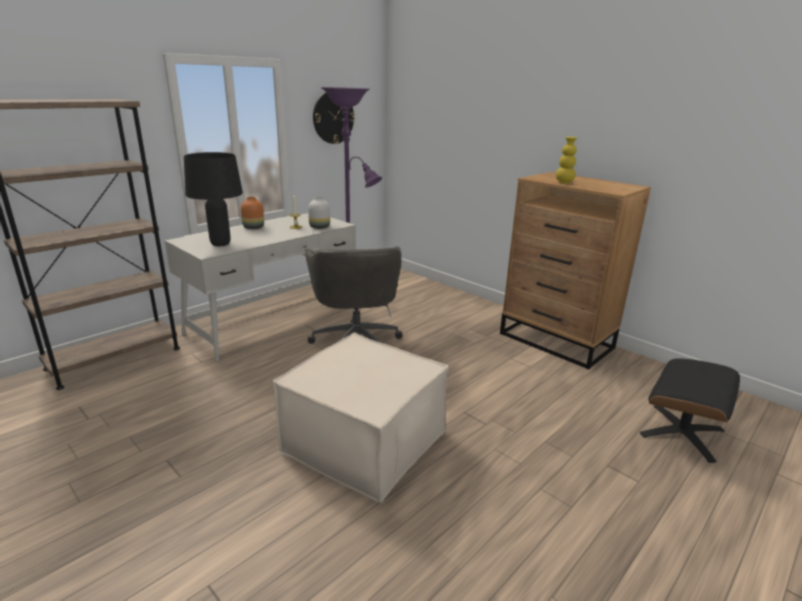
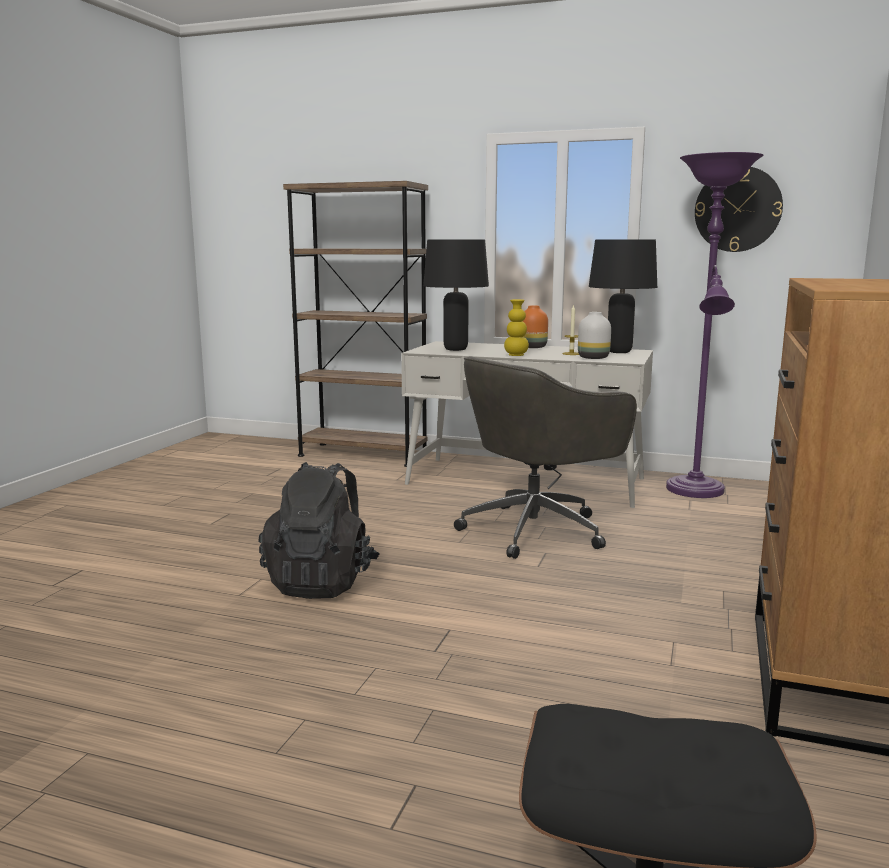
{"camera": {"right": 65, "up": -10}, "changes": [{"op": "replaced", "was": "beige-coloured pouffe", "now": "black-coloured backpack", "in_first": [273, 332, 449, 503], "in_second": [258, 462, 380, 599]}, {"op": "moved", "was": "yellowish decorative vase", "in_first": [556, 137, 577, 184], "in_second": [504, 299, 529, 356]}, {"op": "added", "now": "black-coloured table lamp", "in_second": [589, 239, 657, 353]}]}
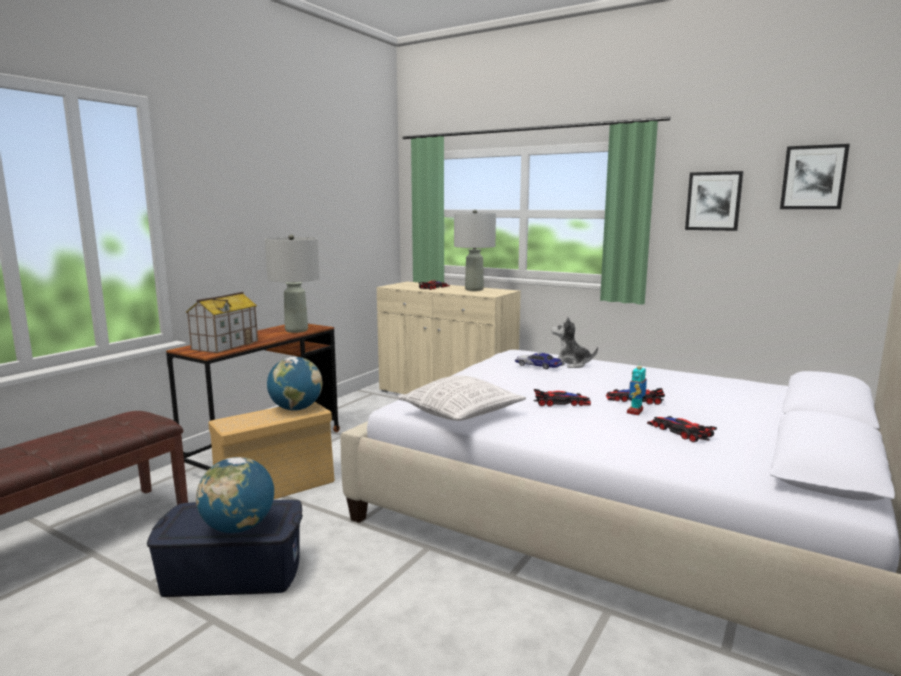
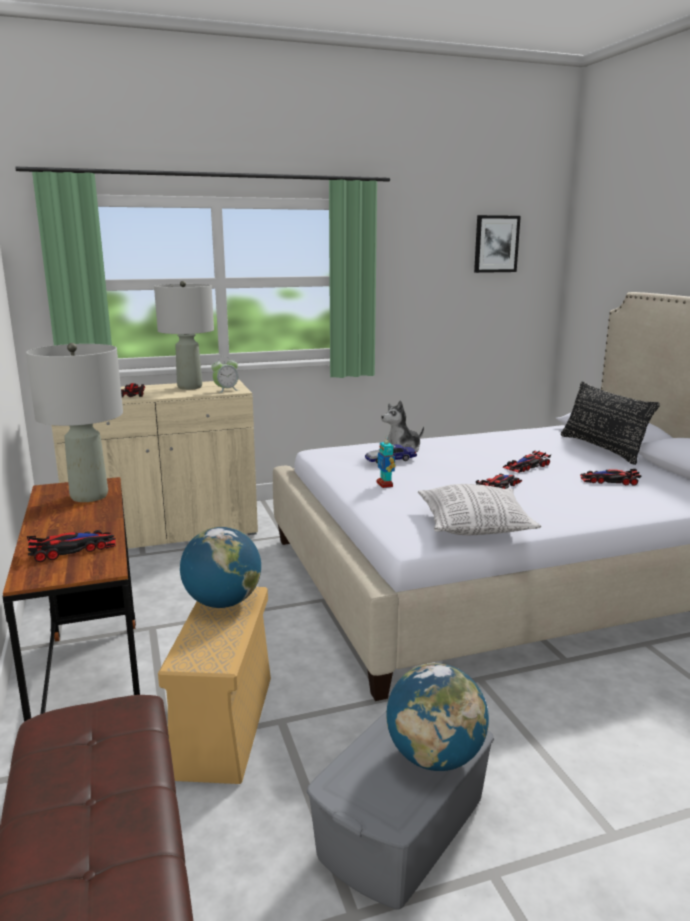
{"camera": {"right": -50, "up": 5}, "changes": [{"op": "replaced", "was": "model house", "now": "toy car", "in_first": [186, 292, 258, 353], "in_second": [27, 530, 116, 562]}, {"op": "added", "now": "table clock", "in_second": [211, 356, 238, 393]}, {"op": "recoloured", "was": "bluish storage box", "now": "grey storage box", "in_first": [147, 500, 303, 597], "in_second": [307, 711, 494, 909]}, {"op": "moved", "was": "robot figure", "in_first": [627, 361, 647, 415], "in_second": [377, 437, 396, 488]}, {"op": "added", "now": "black-coloured pillow", "in_second": [561, 382, 660, 465]}, {"op": "removed", "was": "wall art", "in_first": [685, 171, 743, 231]}]}
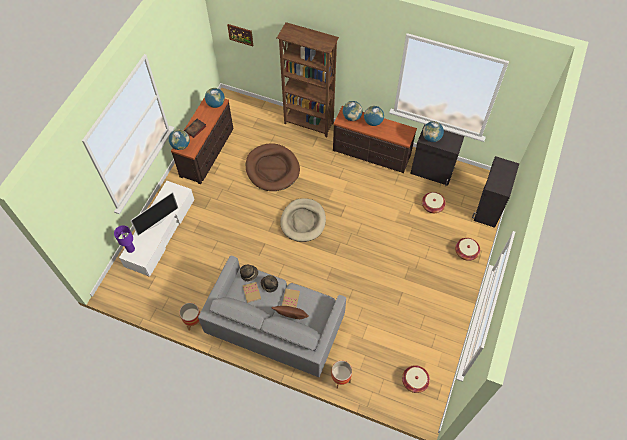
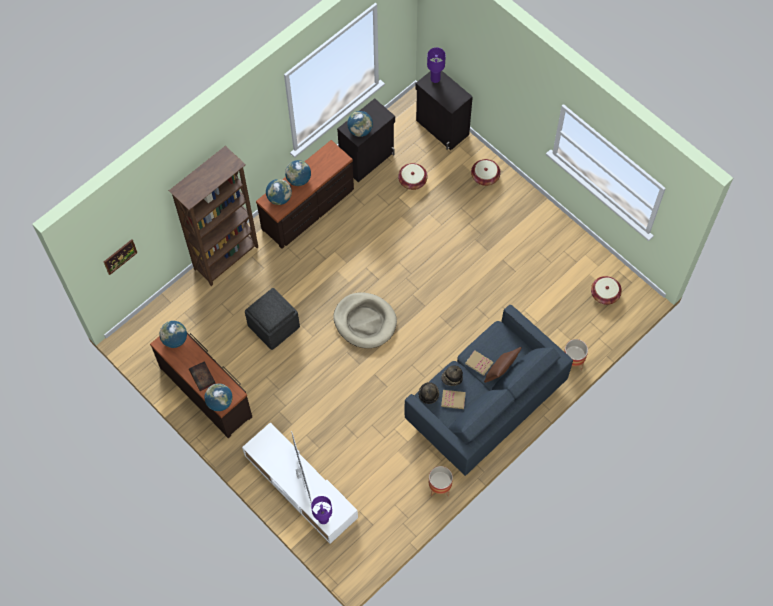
{"camera": {"right": -65, "up": 5}, "changes": [{"op": "replaced", "was": "brownish dog cushion", "now": "grey pouffe", "in_first": [246, 143, 300, 191], "in_second": [245, 288, 300, 350]}, {"op": "recoloured", "was": "grey couch", "now": "bluish couch", "in_first": [198, 256, 346, 377], "in_second": [404, 305, 573, 476]}, {"op": "added", "now": "purplish table lamp", "in_second": [427, 47, 446, 83]}]}
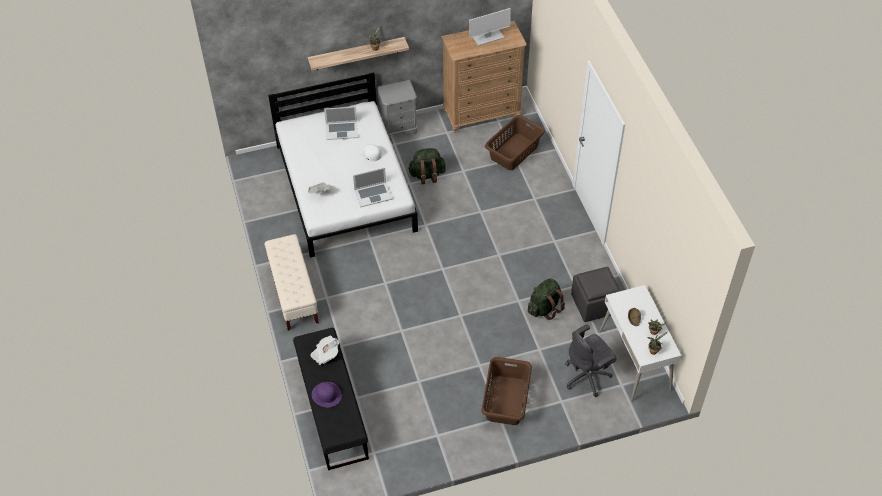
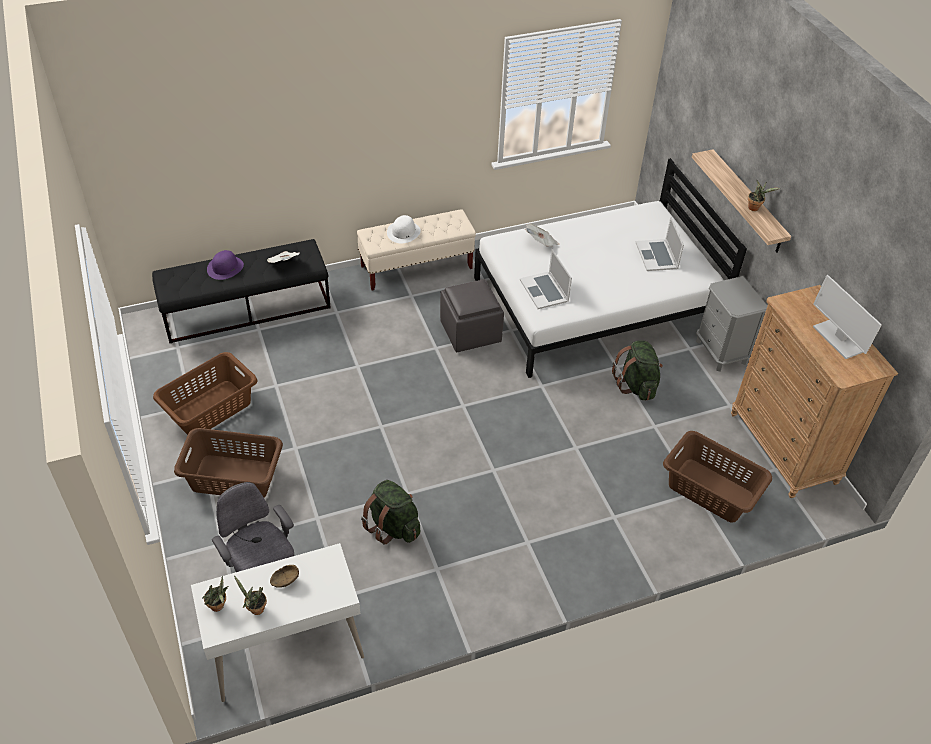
{"camera": {"right": 85, "up": -5}, "changes": [{"op": "added", "now": "brownish washing basket", "in_second": [153, 352, 257, 435]}, {"op": "moved", "was": "white-coloured clothing hat", "in_first": [360, 144, 386, 165], "in_second": [387, 215, 421, 243]}, {"op": "moved", "was": "grey pouffe", "in_first": [571, 267, 620, 322], "in_second": [440, 279, 504, 352]}]}
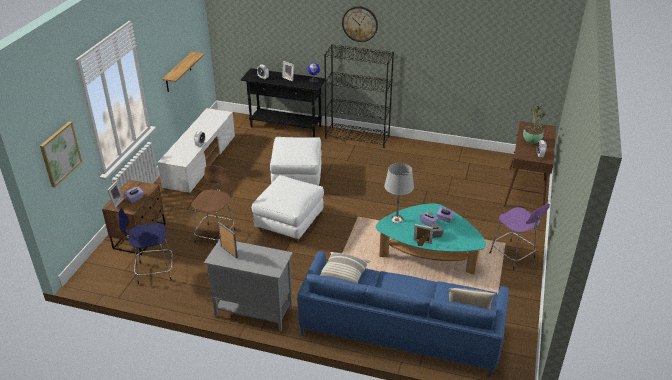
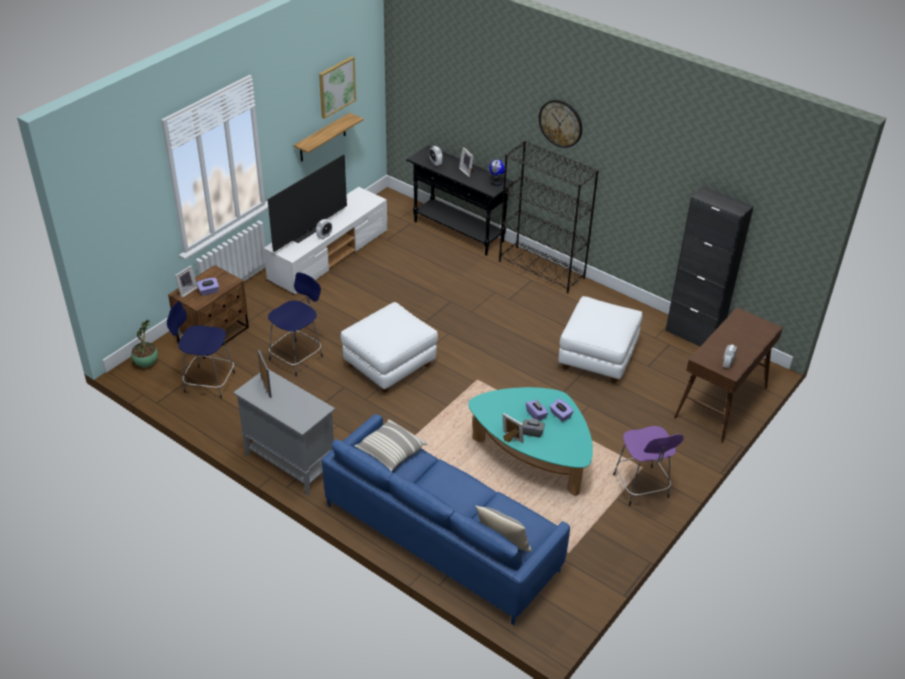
{"camera": {"right": 20, "up": 5}, "changes": [{"op": "moved", "was": "houseplant", "in_first": [523, 106, 545, 144], "in_second": [131, 320, 158, 367]}, {"op": "added", "now": "television", "in_second": [268, 154, 347, 252]}, {"op": "recoloured", "was": "brownish sitting stool", "now": "bluish sitting stool", "in_first": [191, 165, 236, 243], "in_second": [268, 272, 323, 377]}, {"op": "moved", "was": "wall art", "in_first": [40, 121, 82, 187], "in_second": [319, 56, 356, 119]}, {"op": "moved", "was": "white-coloured pouffe", "in_first": [270, 137, 321, 185], "in_second": [558, 296, 643, 383]}, {"op": "added", "now": "black-coloured cabinet", "in_second": [665, 186, 753, 347]}, {"op": "removed", "was": "grey table lamp", "in_first": [384, 163, 414, 223]}]}
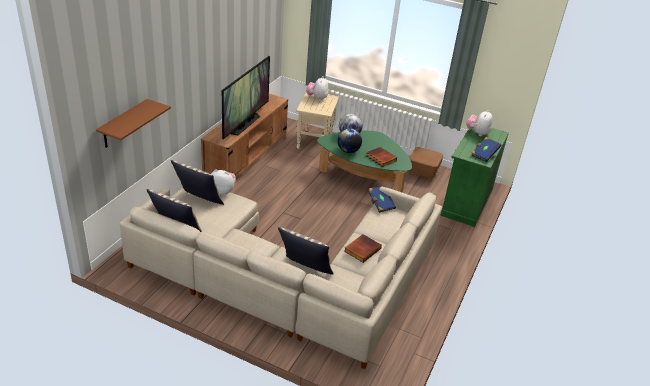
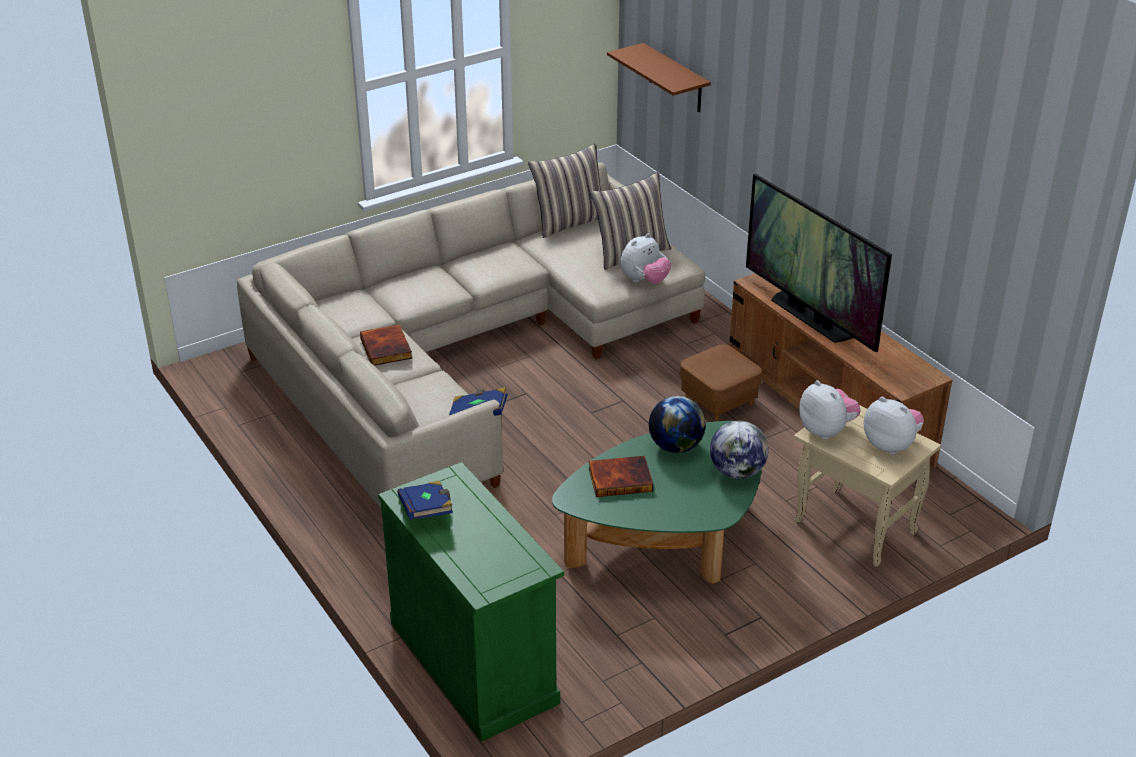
{"camera": {"right": 125, "up": 0}, "changes": [{"op": "moved", "was": "brownish pouffe", "in_first": [408, 147, 443, 181], "in_second": [680, 344, 762, 421]}, {"op": "moved", "was": "soft toy", "in_first": [466, 110, 493, 136], "in_second": [799, 380, 860, 440]}, {"op": "removed", "was": "pillow", "in_first": [278, 227, 334, 275]}]}
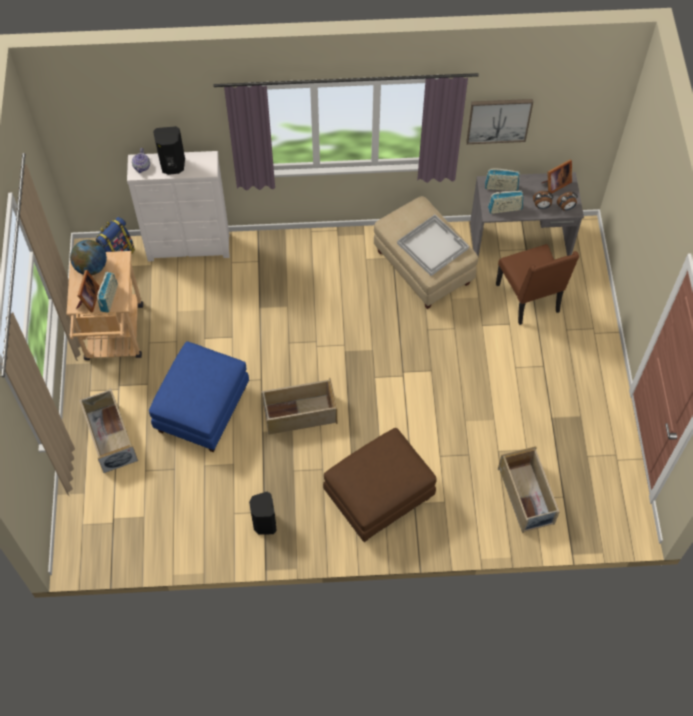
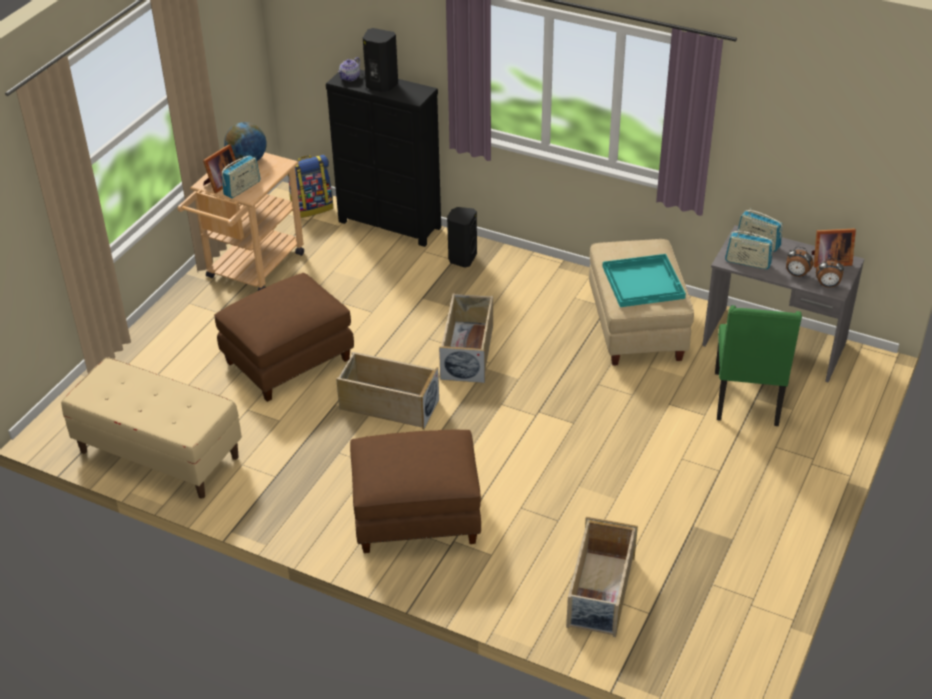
{"camera": {"right": 30, "up": -20}, "changes": [{"op": "added", "now": "beige-coloured bench", "in_second": [61, 357, 242, 499]}, {"op": "recoloured", "was": "bluish pouffe", "now": "brownish pouffe", "in_first": [149, 341, 249, 452], "in_second": [214, 273, 354, 402]}, {"op": "recoloured", "was": "white-coloured chest of drawers", "now": "black-coloured chest of drawers", "in_first": [127, 151, 230, 262], "in_second": [326, 70, 441, 247]}, {"op": "moved", "was": "beige-coloured storage box", "in_first": [79, 388, 138, 473], "in_second": [439, 293, 493, 383]}, {"op": "moved", "was": "black-coloured speaker", "in_first": [249, 492, 277, 535], "in_second": [447, 207, 477, 268]}, {"op": "recoloured", "was": "white-coloured carrying tray", "now": "blue-green carrying tray", "in_first": [397, 215, 469, 276], "in_second": [602, 254, 686, 307]}, {"op": "recoloured", "was": "brownish plain chair", "now": "green-coloured plain chair", "in_first": [496, 244, 579, 325], "in_second": [715, 305, 802, 426]}, {"op": "removed", "was": "wall art", "in_first": [466, 99, 533, 144]}]}
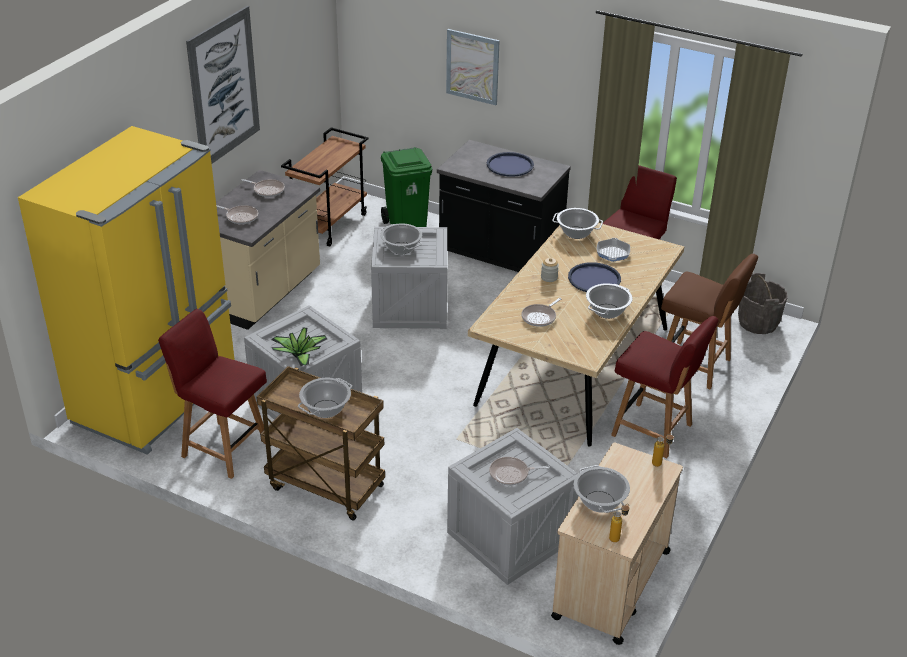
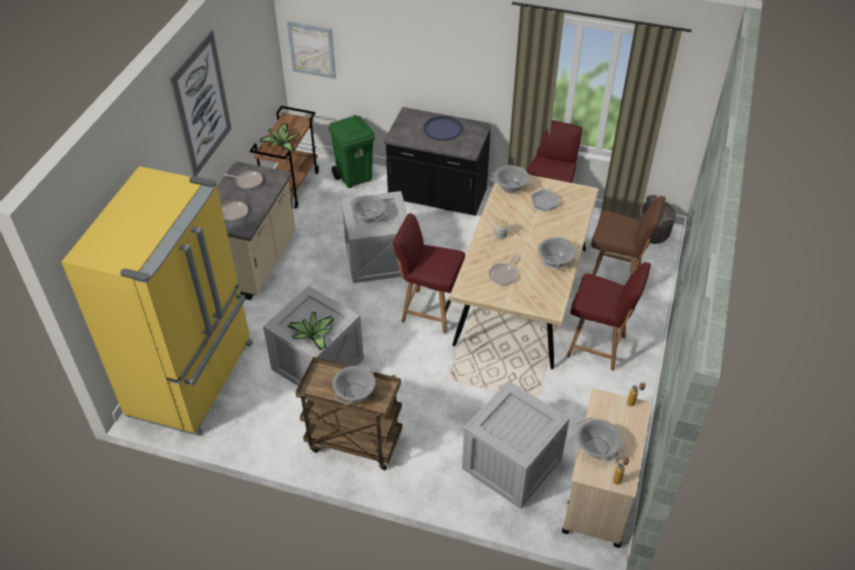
{"camera": {"right": -10, "up": 10}, "changes": [{"op": "added", "now": "houseplant", "in_second": [260, 124, 300, 152]}, {"op": "moved", "was": "wall art", "in_first": [446, 29, 500, 105], "in_second": [287, 21, 336, 79]}, {"op": "moved", "was": "reddish plain chair", "in_first": [158, 309, 267, 479], "in_second": [393, 213, 465, 334]}, {"op": "removed", "was": "frying pan", "in_first": [489, 457, 550, 485]}, {"op": "removed", "was": "bluish carrying tray", "in_first": [568, 262, 621, 292]}]}
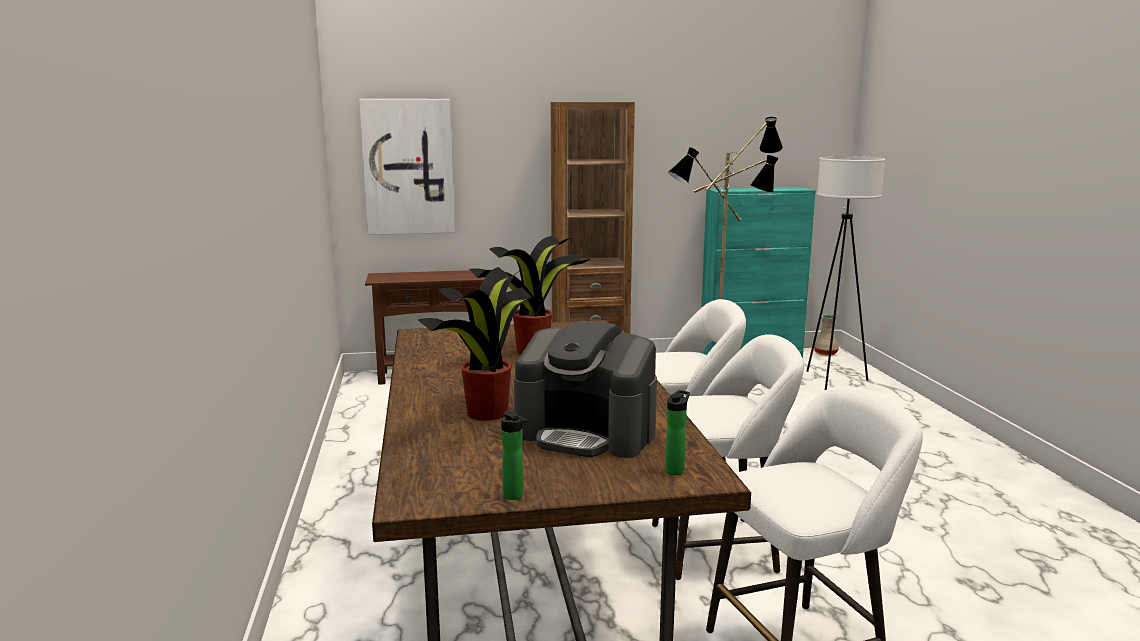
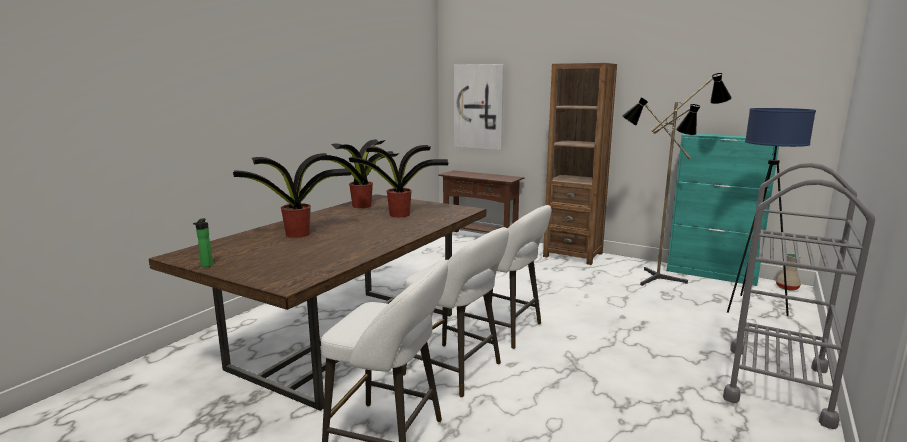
{"camera": {"right": 40, "up": 0}, "changes": [{"op": "added", "now": "houseplant", "in_second": [328, 139, 400, 208]}, {"op": "added", "now": "grey cart", "in_second": [723, 163, 875, 429]}, {"op": "recoloured", "was": "white-coloured standard lamp", "now": "bluish standard lamp", "in_first": [807, 156, 885, 390], "in_second": [727, 108, 816, 316]}, {"op": "removed", "was": "coffee maker", "in_first": [514, 320, 657, 458]}, {"op": "removed", "was": "drink bottle", "in_first": [665, 390, 690, 475]}]}
